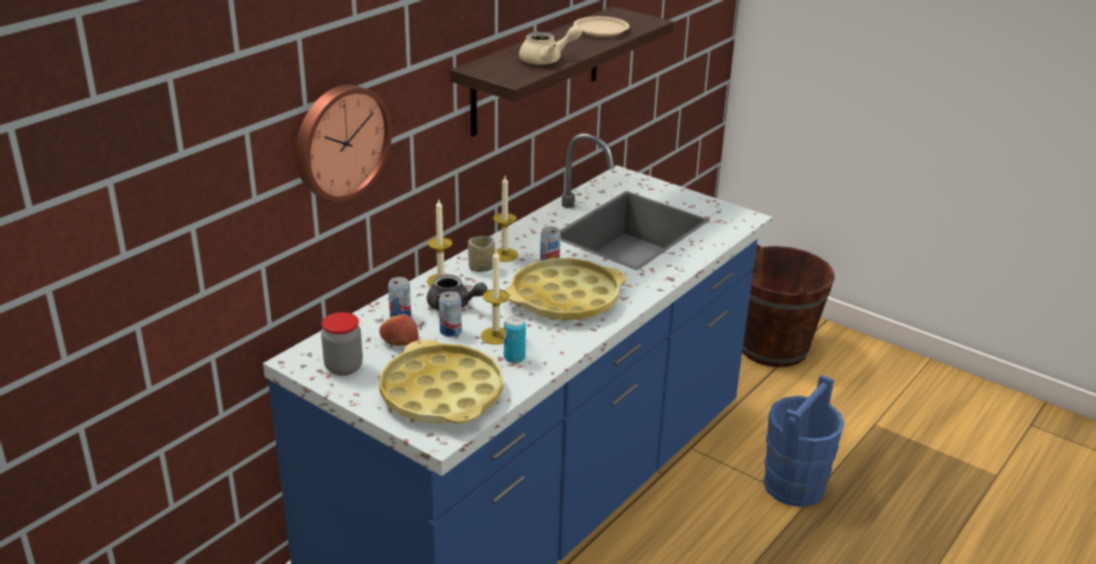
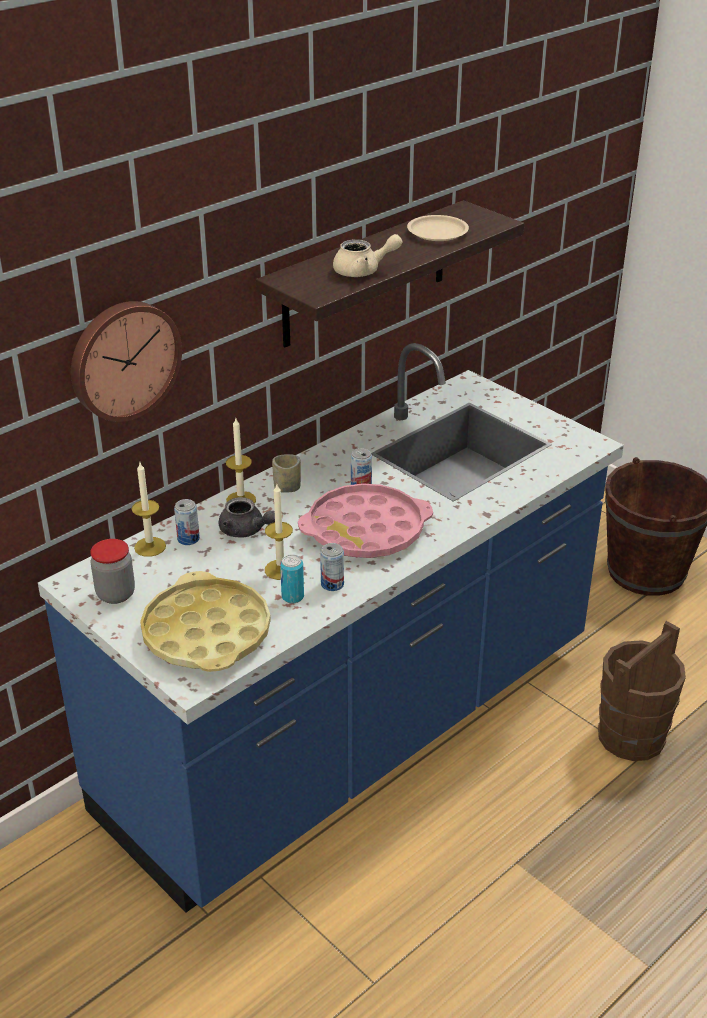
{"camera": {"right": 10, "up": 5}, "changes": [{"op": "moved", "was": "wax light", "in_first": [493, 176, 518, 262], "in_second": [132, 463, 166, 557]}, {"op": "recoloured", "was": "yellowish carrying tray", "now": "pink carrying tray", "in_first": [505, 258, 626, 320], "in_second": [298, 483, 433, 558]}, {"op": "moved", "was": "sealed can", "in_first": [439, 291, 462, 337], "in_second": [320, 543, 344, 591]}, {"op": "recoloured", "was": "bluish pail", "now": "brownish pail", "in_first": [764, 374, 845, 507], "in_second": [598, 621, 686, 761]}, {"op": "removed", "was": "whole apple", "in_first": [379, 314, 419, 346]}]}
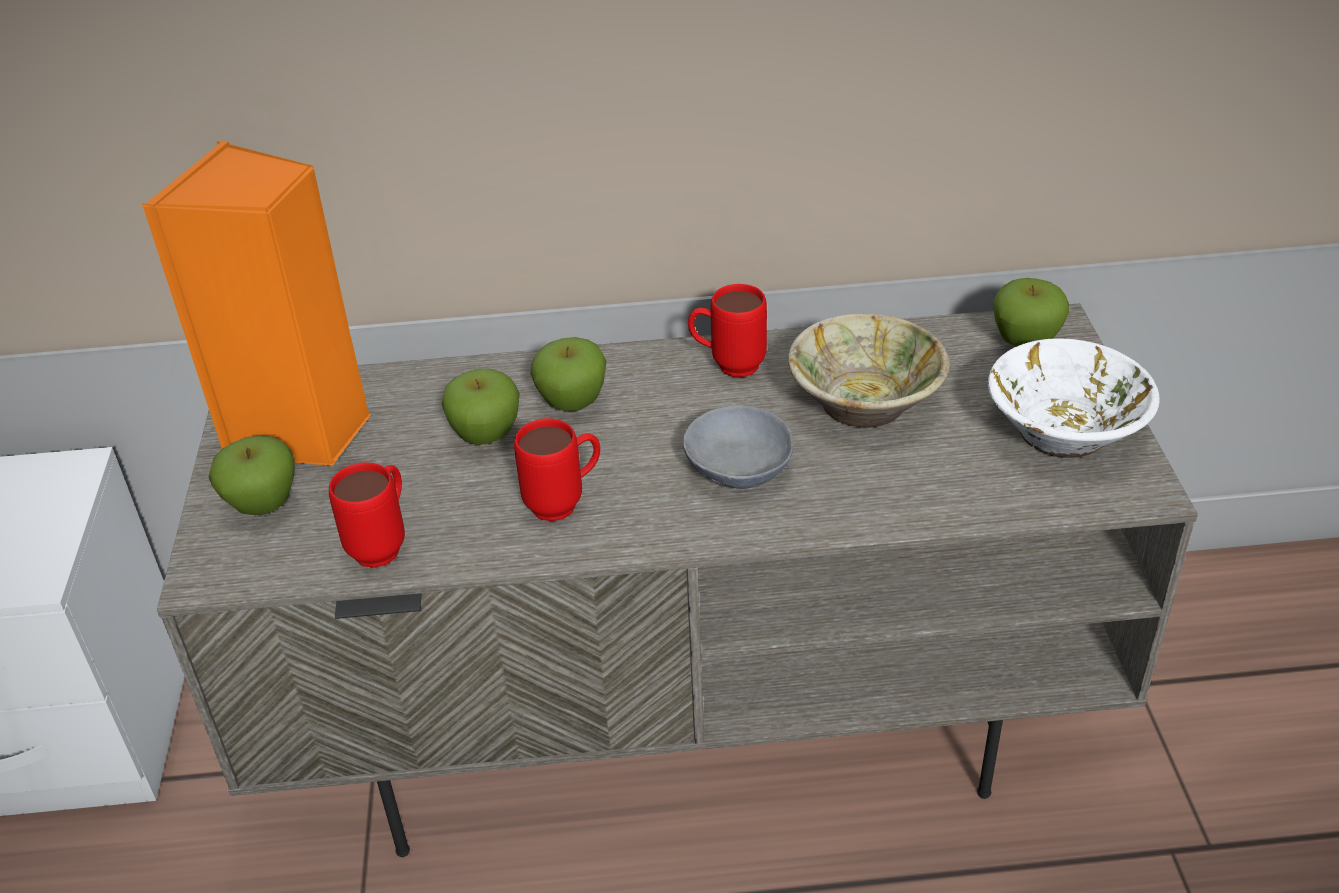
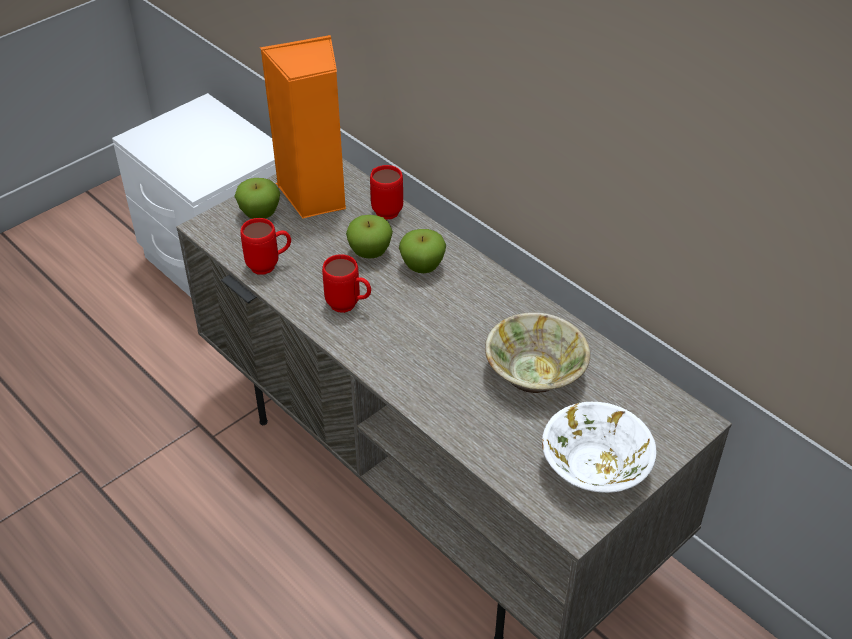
{"camera": {"right": 50, "up": 5}, "changes": [{"op": "moved", "was": "reddish coffee mug", "in_first": [688, 284, 767, 377], "in_second": [370, 165, 403, 220]}, {"op": "removed", "was": "grey bowl", "in_first": [683, 405, 793, 489]}, {"op": "removed", "was": "whole apple", "in_first": [993, 278, 1069, 346]}]}
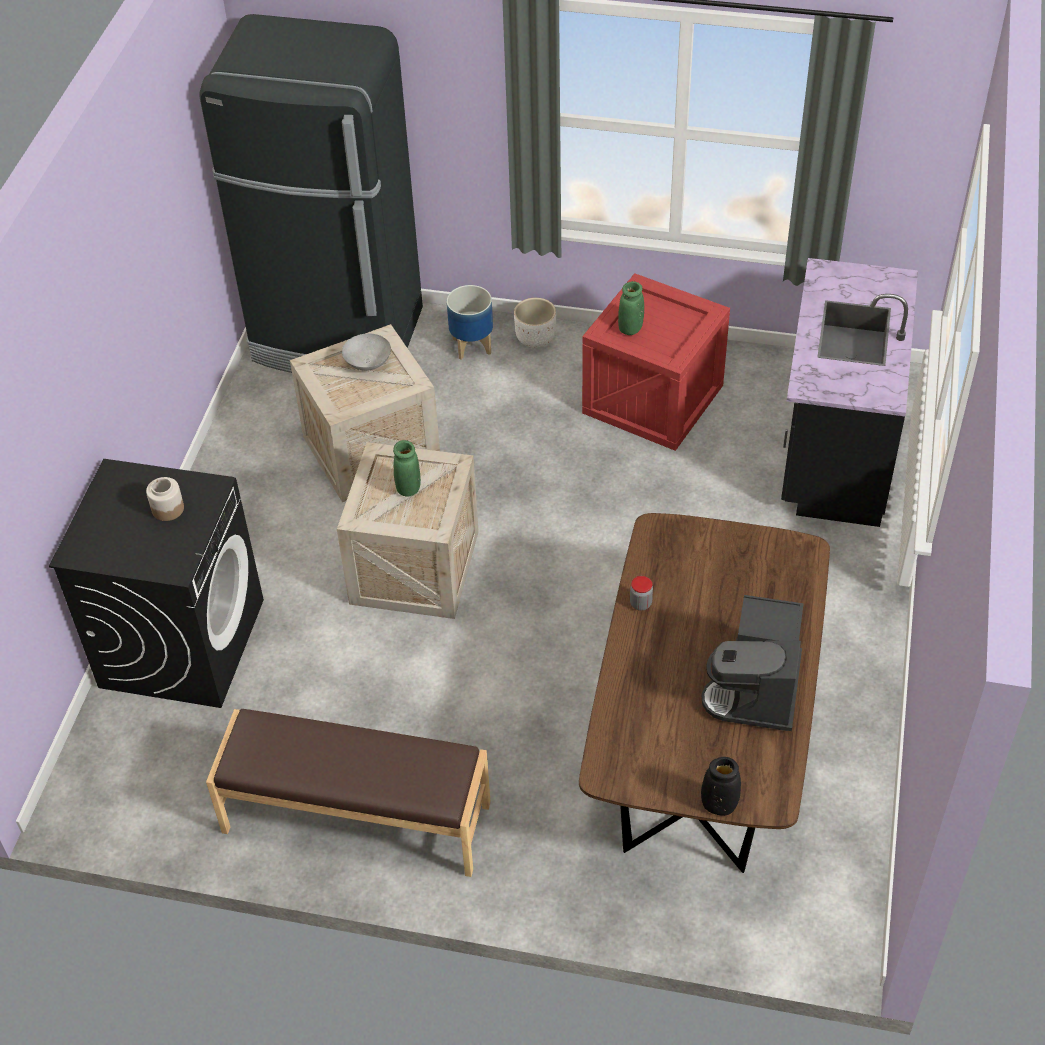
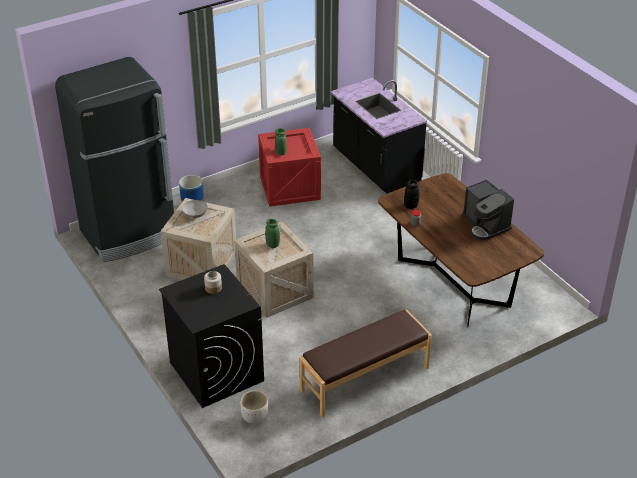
{"camera": {"right": -45, "up": -10}, "changes": [{"op": "moved", "was": "white-coloured plant pot", "in_first": [514, 298, 556, 348], "in_second": [240, 391, 268, 424]}, {"op": "moved", "was": "black-coloured decorative vase", "in_first": [701, 757, 741, 816], "in_second": [404, 180, 419, 209]}]}
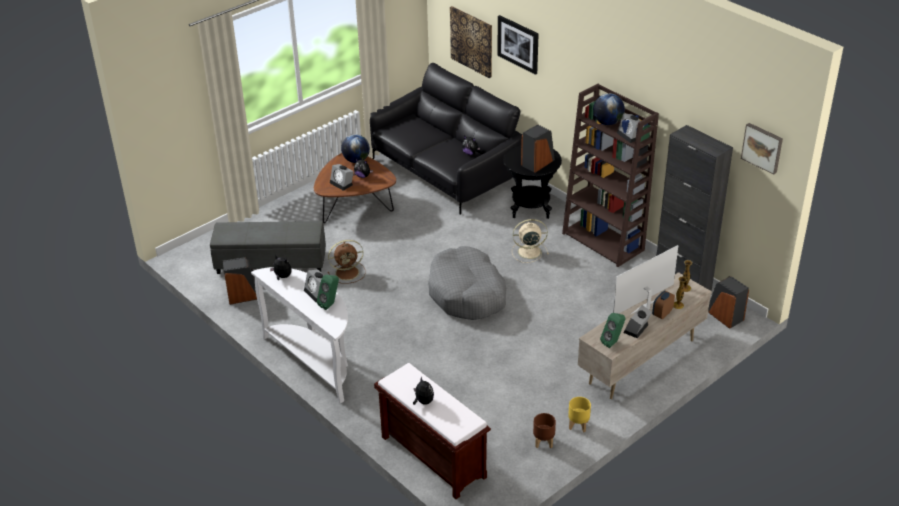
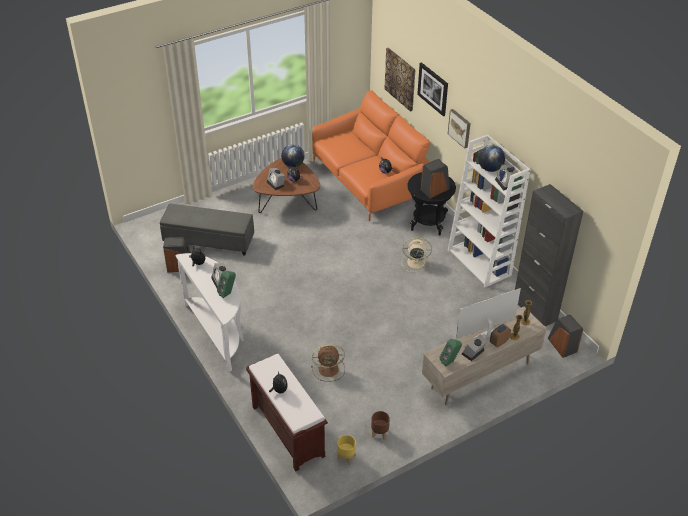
{"camera": {"right": 10, "up": 5}, "changes": [{"op": "moved", "was": "brownish electric fan", "in_first": [328, 240, 366, 284], "in_second": [311, 344, 345, 382]}, {"op": "recoloured", "was": "black-coloured couch", "now": "orange couch", "in_first": [370, 63, 522, 215], "in_second": [312, 90, 430, 221]}, {"op": "moved", "was": "yellowish plant pot", "in_first": [568, 397, 591, 432], "in_second": [337, 435, 356, 465]}, {"op": "recoloured", "was": "brownish bookcase", "now": "white-coloured bookcase", "in_first": [562, 84, 659, 267], "in_second": [447, 134, 531, 287]}, {"op": "moved", "was": "wall art", "in_first": [741, 123, 783, 175], "in_second": [448, 109, 471, 149]}, {"op": "removed", "was": "grey dog cushion", "in_first": [428, 246, 506, 320]}]}
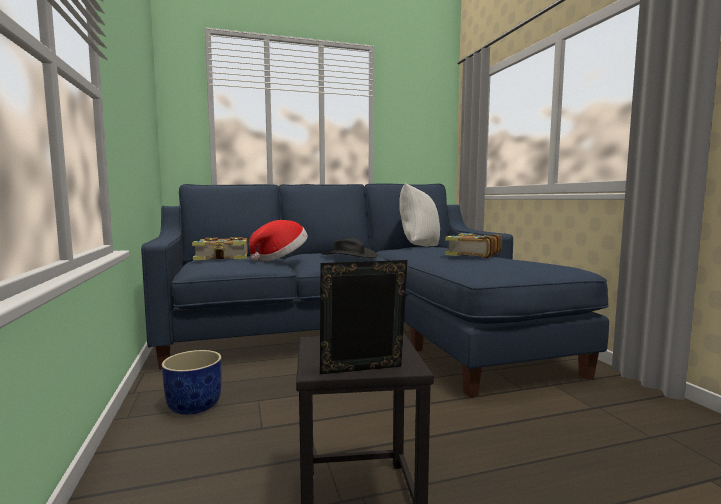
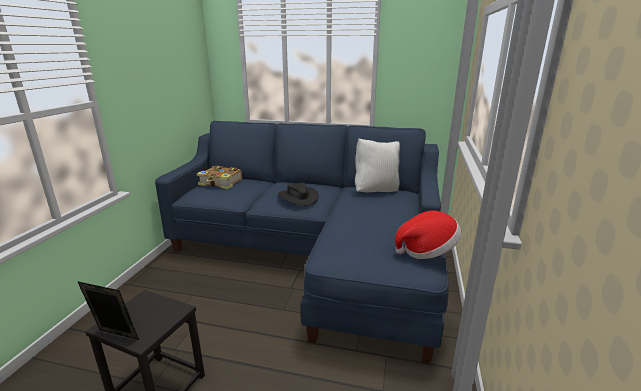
{"camera": {"right": 30, "up": 15}, "changes": [{"op": "moved", "was": "clothing hat", "in_first": [249, 220, 308, 261], "in_second": [395, 210, 461, 259]}, {"op": "removed", "was": "bluish plant pot", "in_first": [162, 350, 222, 415]}, {"op": "removed", "was": "book", "in_first": [445, 233, 502, 258]}]}
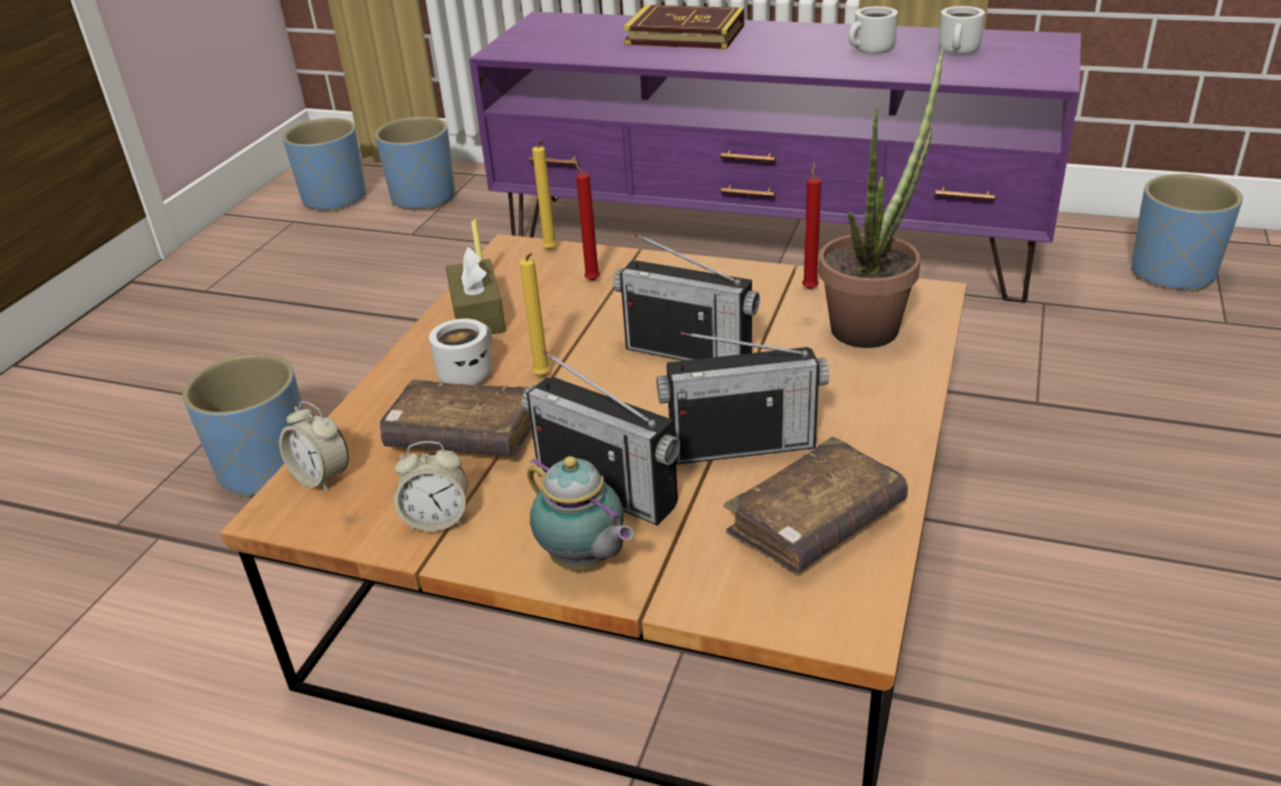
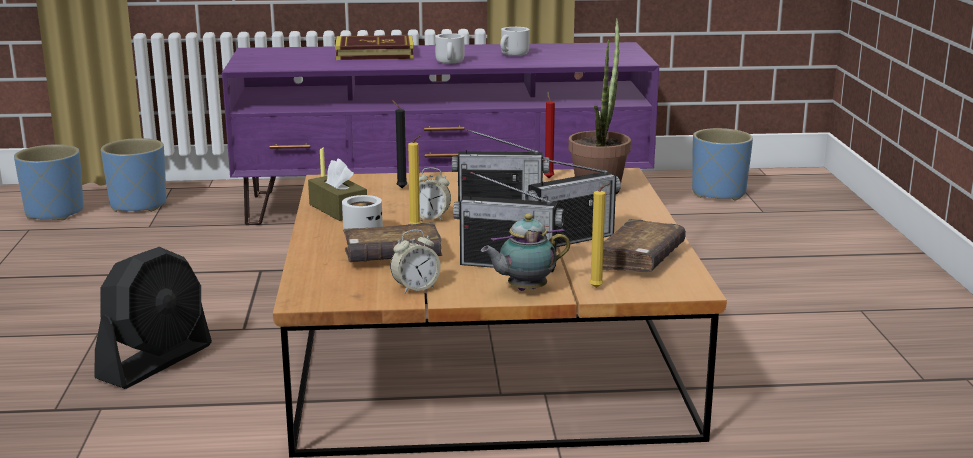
{"camera": {"right": -25, "up": -15}, "changes": [{"op": "replaced", "was": "bluish plant pot", "now": "black-coloured electric fan", "in_first": [183, 353, 305, 498], "in_second": [94, 247, 212, 389]}, {"op": "recoloured", "was": "reddish wax light", "now": "black-coloured wax light", "in_first": [573, 159, 600, 281], "in_second": [392, 100, 407, 188]}, {"op": "moved", "was": "table clock", "in_first": [279, 401, 349, 491], "in_second": [409, 167, 451, 221]}, {"op": "moved", "was": "white-coloured coffee mug", "in_first": [938, 6, 985, 54], "in_second": [435, 33, 464, 64]}, {"op": "turned", "was": "teapot", "in_first": [527, 456, 634, 570], "in_second": [481, 214, 570, 291], "clockwise": 135}, {"op": "moved", "was": "yellowish wax light", "in_first": [532, 140, 557, 250], "in_second": [590, 183, 611, 288]}]}
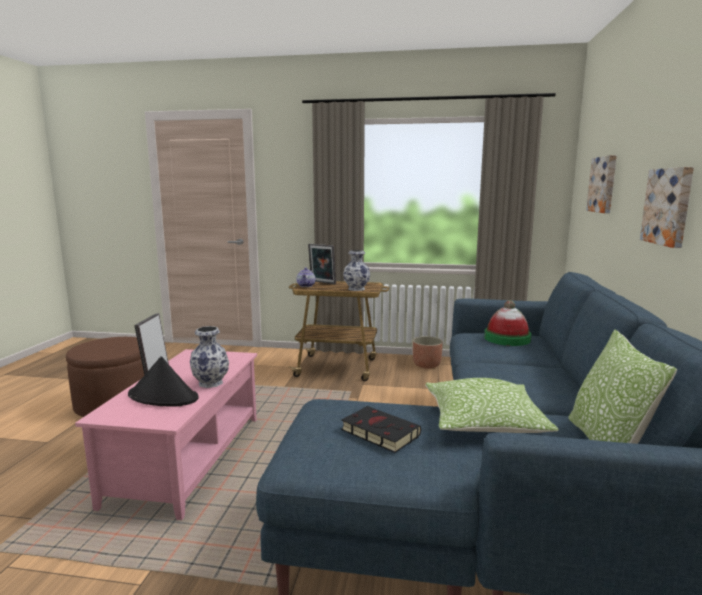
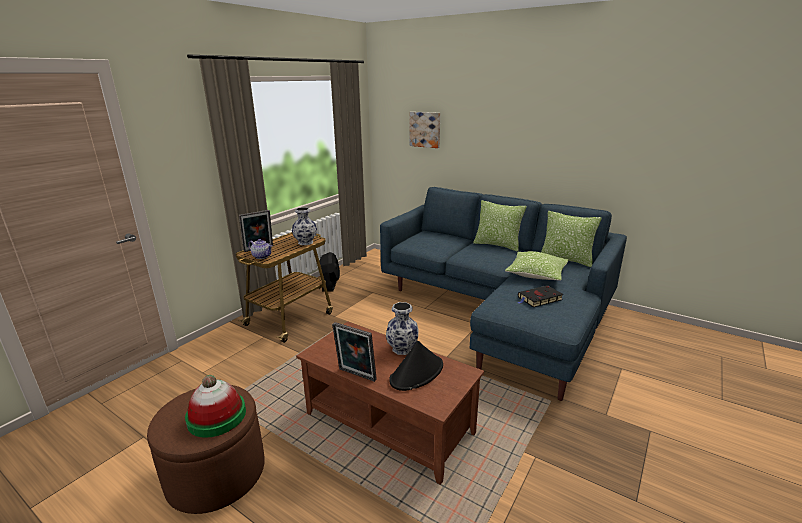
{"camera": {"right": -65, "up": 10}, "changes": [{"op": "moved", "was": "clothing hat", "in_first": [484, 300, 531, 346], "in_second": [185, 375, 246, 438]}, {"op": "recoloured", "was": "pink lounge table", "now": "brownish lounge table", "in_first": [75, 349, 257, 520], "in_second": [296, 322, 484, 485]}, {"op": "replaced", "was": "plant pot", "now": "black-coloured electric fan", "in_first": [413, 336, 443, 369], "in_second": [319, 252, 340, 291]}, {"op": "added", "now": "pillow", "in_second": [473, 200, 526, 252]}, {"op": "removed", "was": "wall art", "in_first": [640, 167, 694, 248]}]}
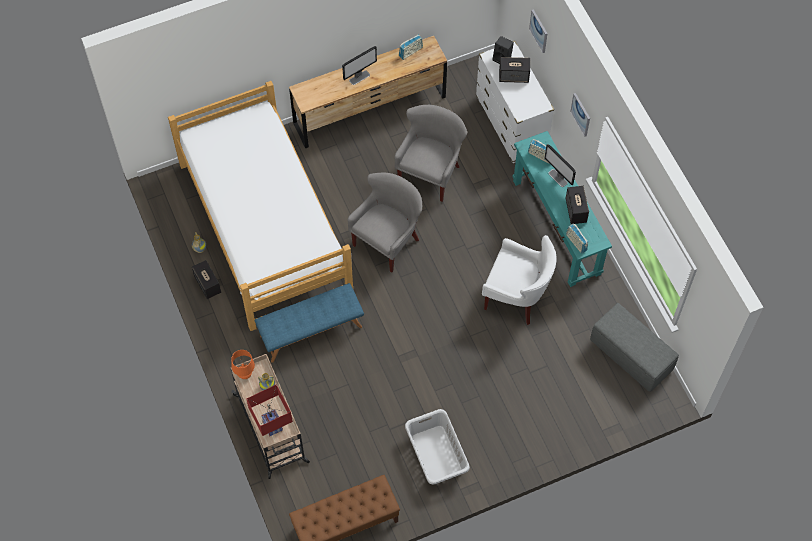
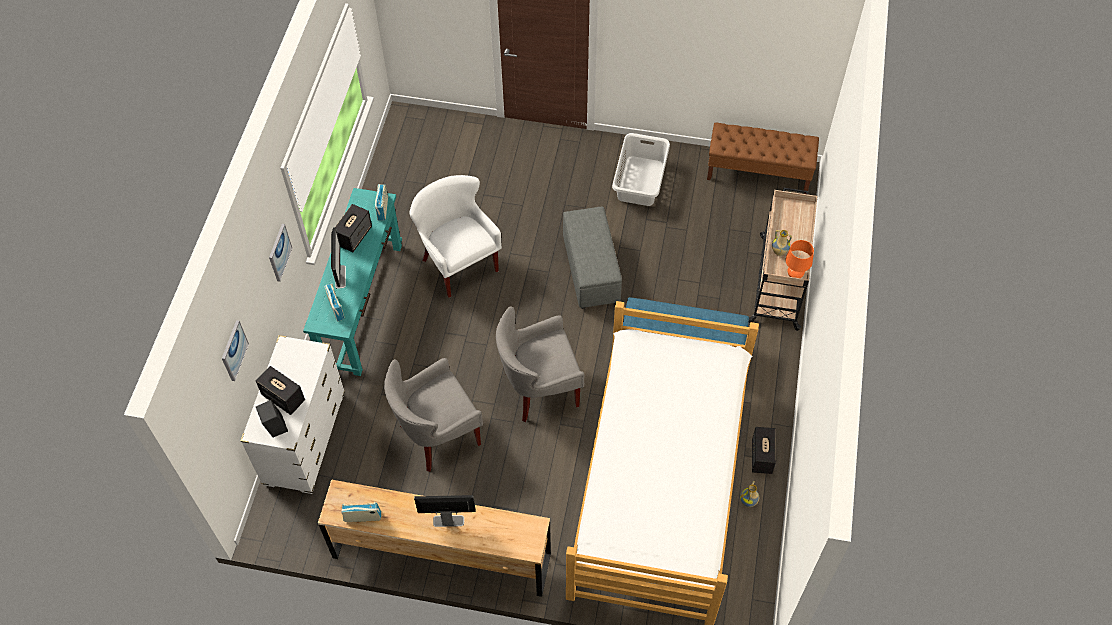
{"camera": {"right": -145, "up": -5}, "changes": [{"op": "moved", "was": "grey pouffe", "in_first": [590, 303, 679, 392], "in_second": [563, 207, 622, 309]}, {"op": "removed", "was": "reddish table lamp", "in_first": [246, 384, 293, 437]}]}
